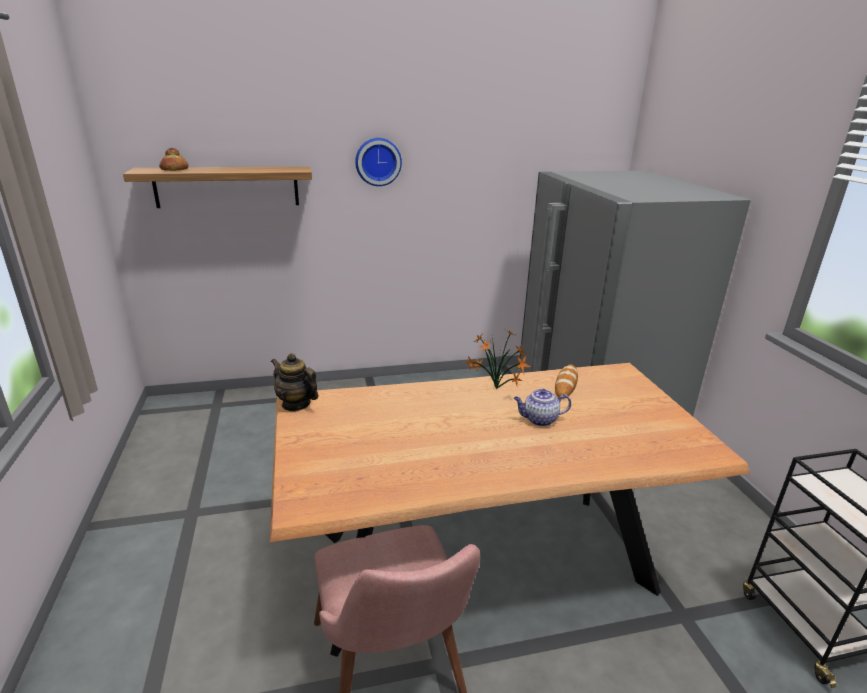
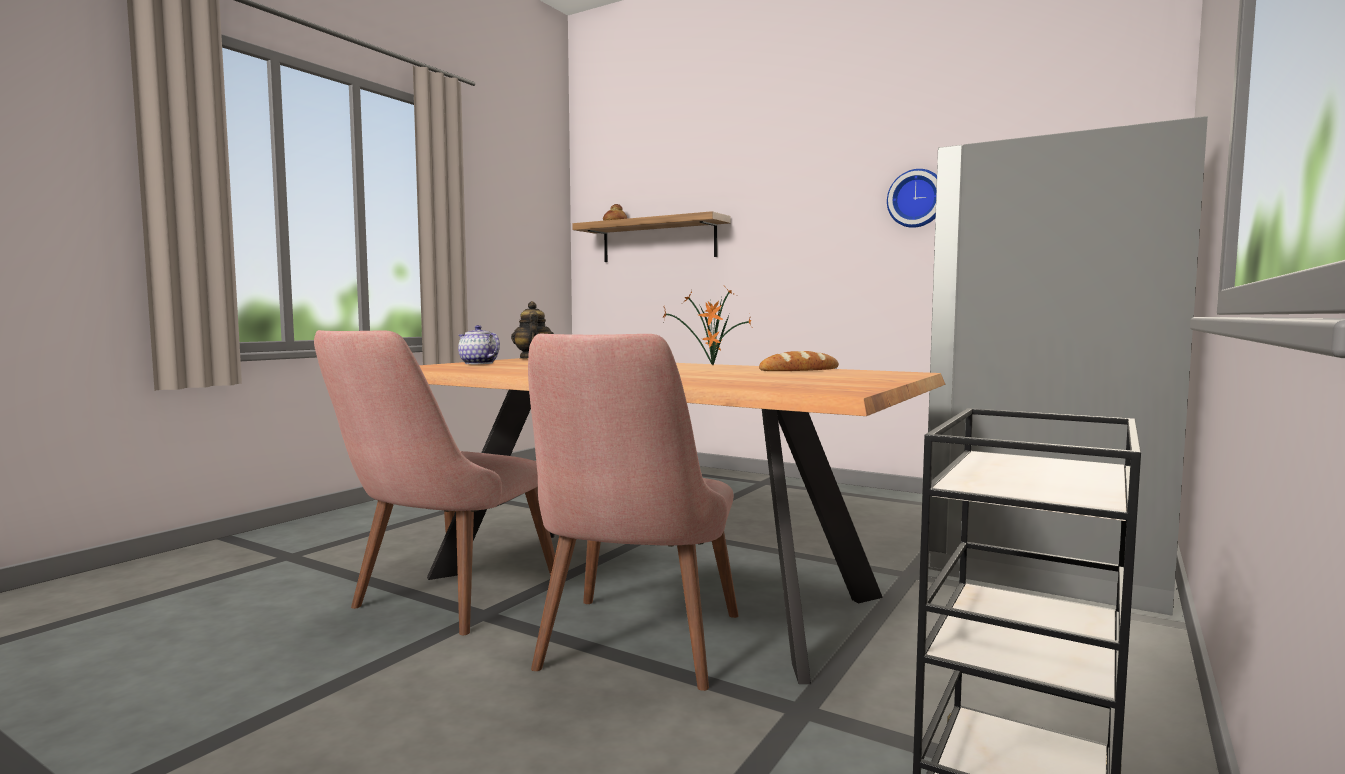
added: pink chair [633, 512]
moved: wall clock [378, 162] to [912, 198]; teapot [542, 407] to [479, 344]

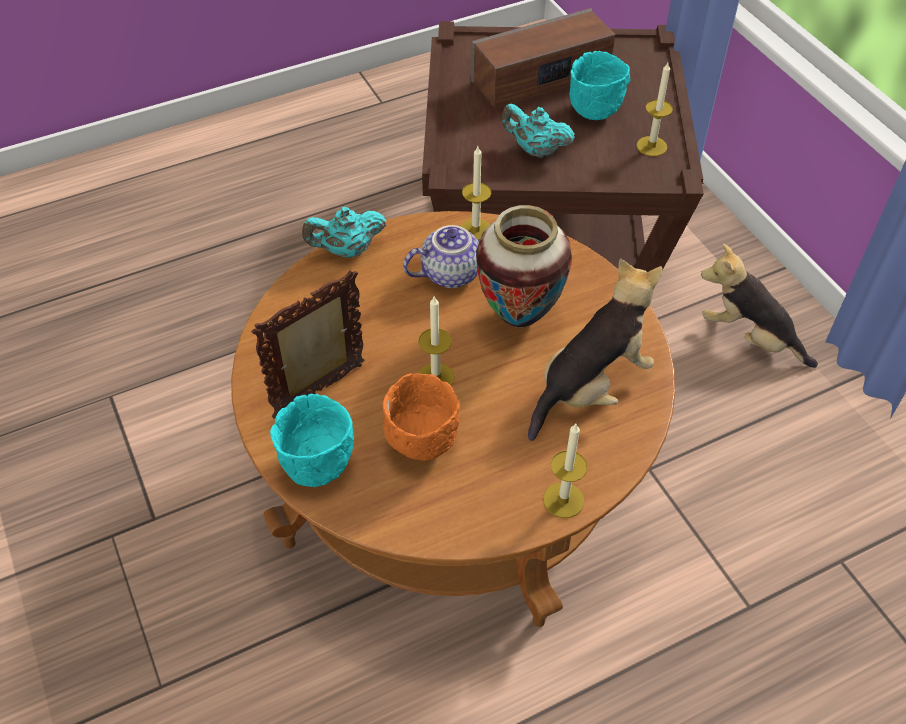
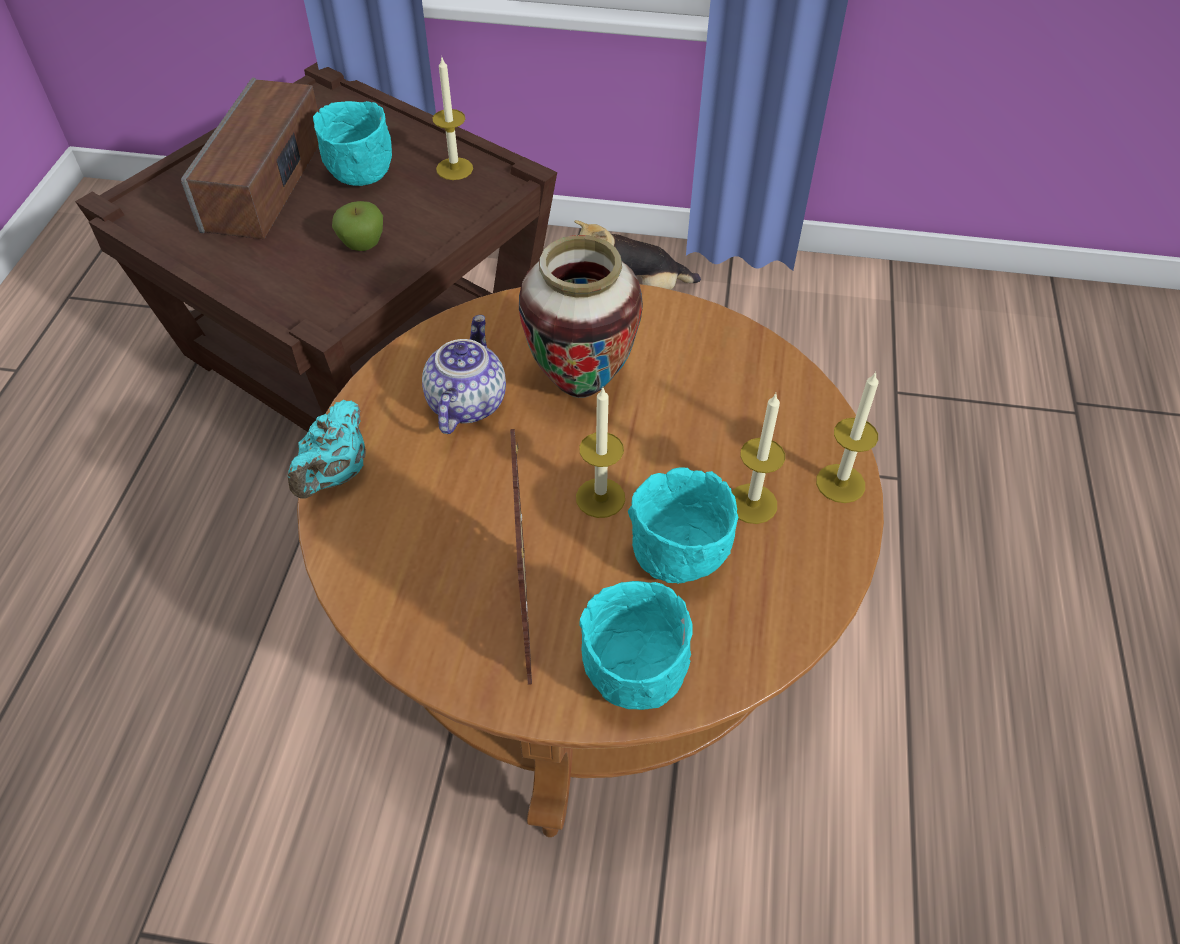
removed: plush toy [595, 349]
moved: candle [475, 193] to [758, 458]
replaced: turquoise teapot [538, 131] to apple [357, 226]
recoloured: orange bowl [421, 417] to turquoise bowl [683, 525]

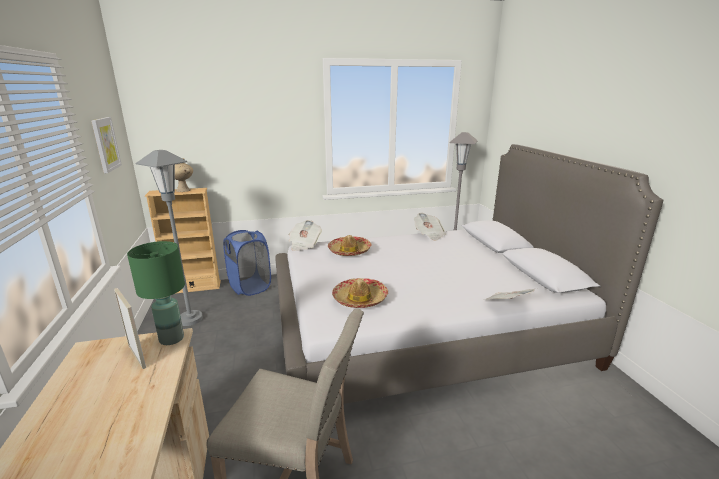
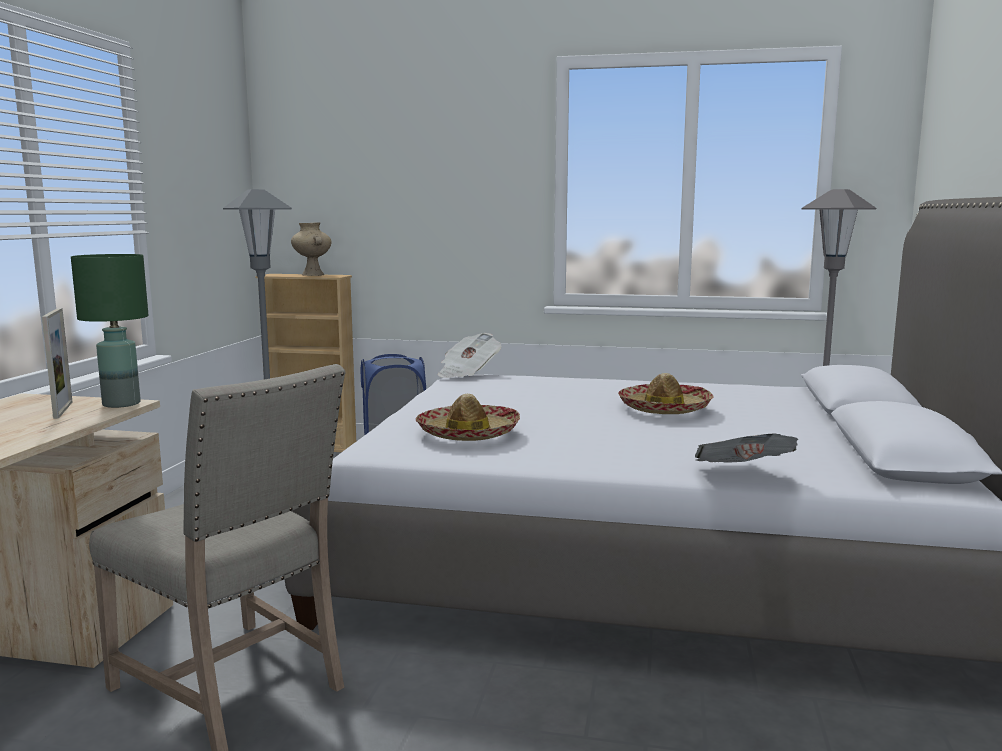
removed: picture [106, 145]; newspaper [430, 227]
moved: hat [350, 245] to [666, 393]

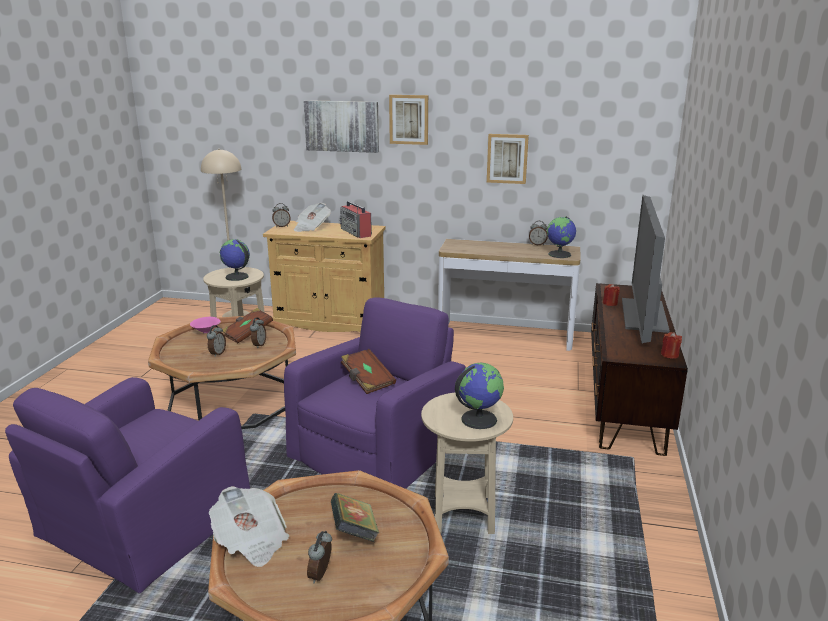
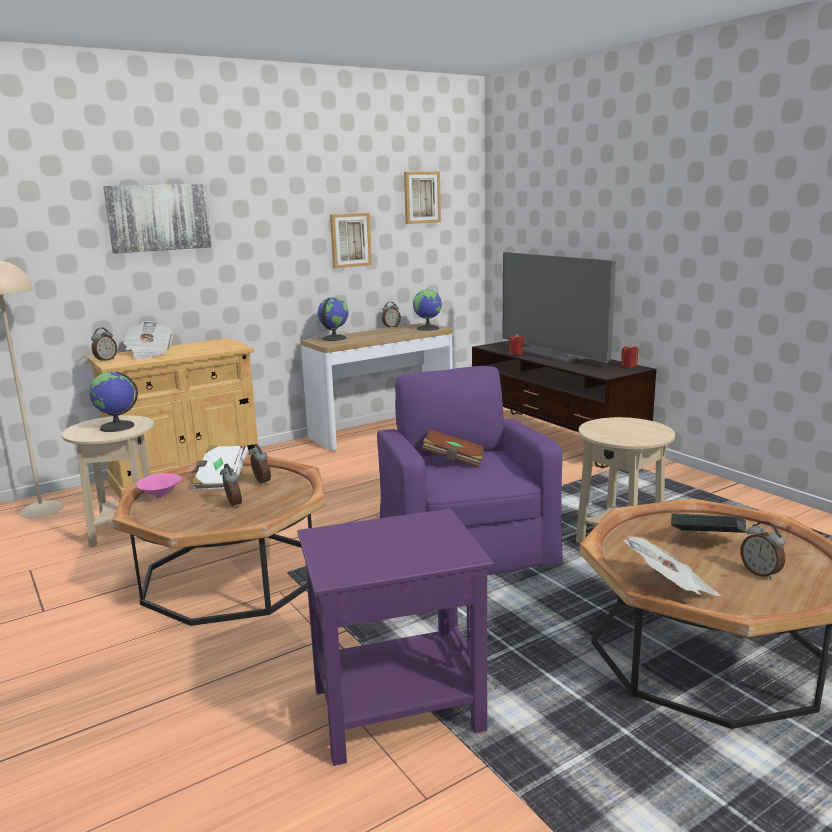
removed: radio [356, 219]
moved: picture [408, 120] to [422, 198]; globe [479, 396] to [333, 319]
replaced: purple armchair [127, 485] to purple side table [395, 637]
recoloured: brown book [247, 326] to white book [219, 468]

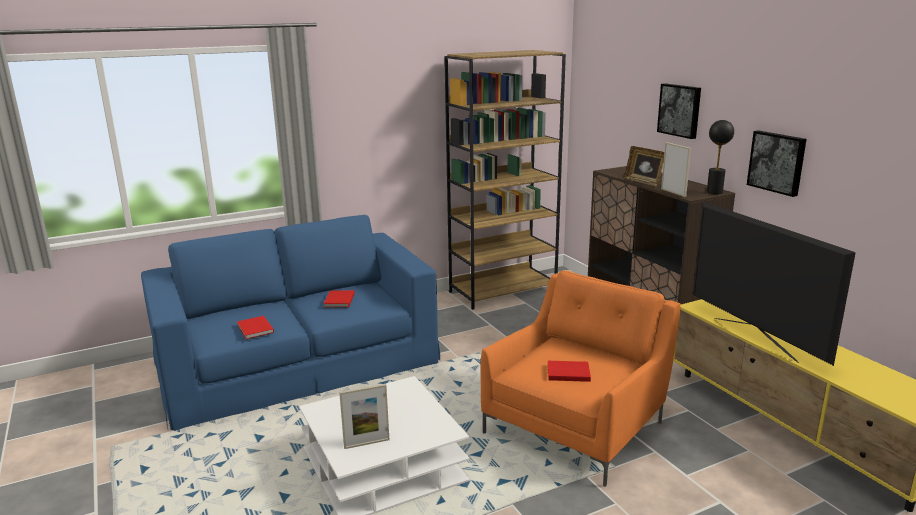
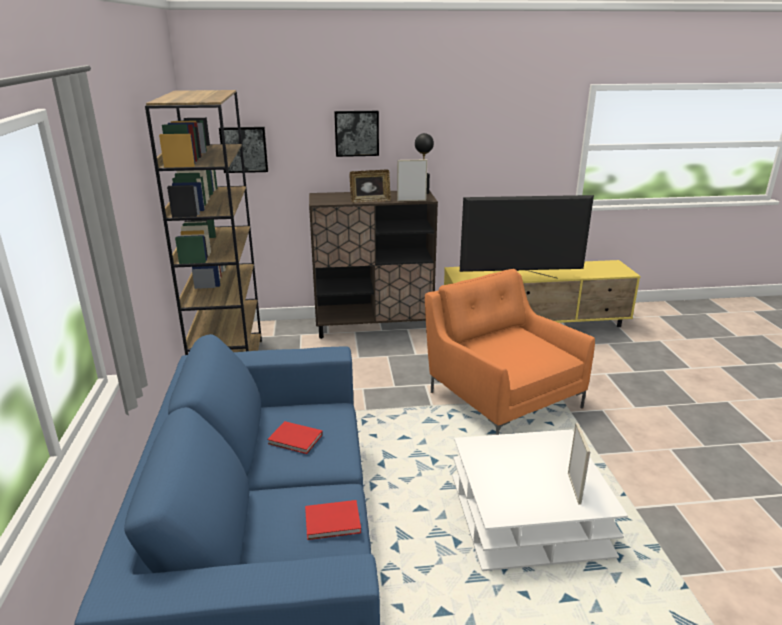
removed: red book [569, 371]
moved: picture [776, 163] to [243, 150]

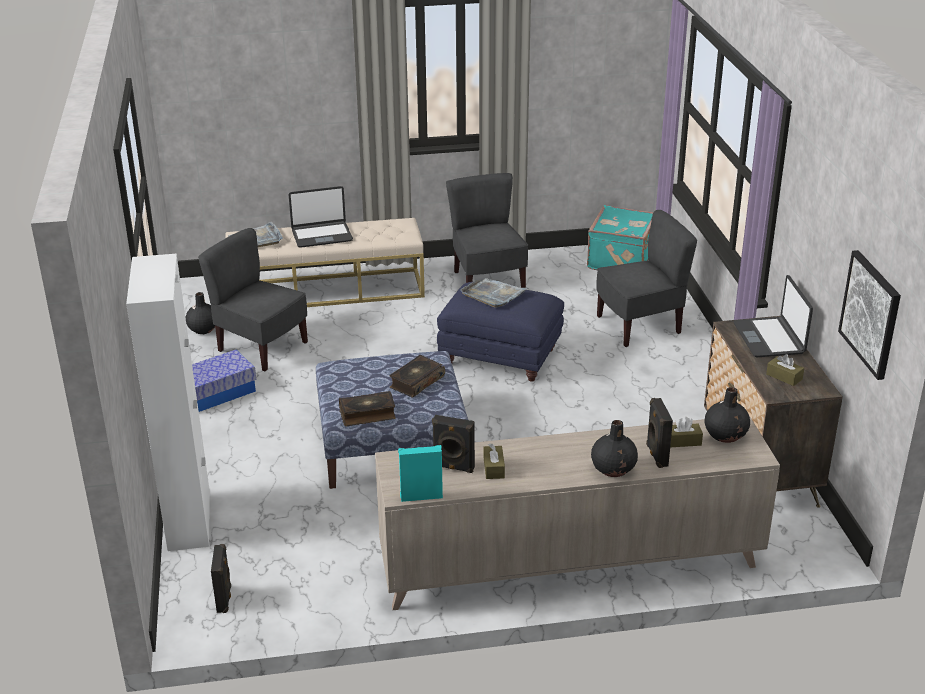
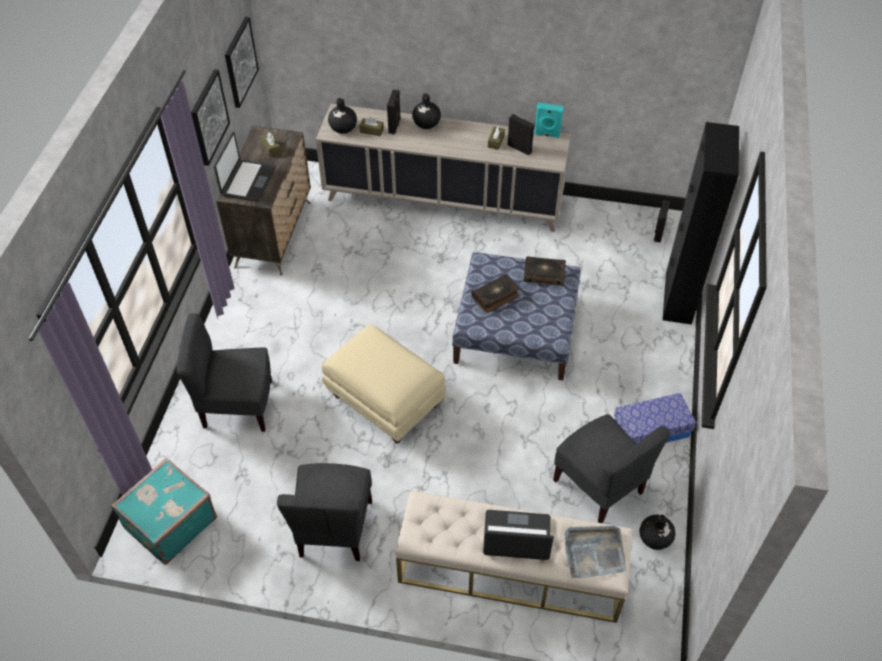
removed: grey tray [494, 293]
added: picture [210, 117]
recoloured: white cabinet [168, 402] to black cabinet [700, 223]; blue ottoman [500, 332] to beige ottoman [384, 384]

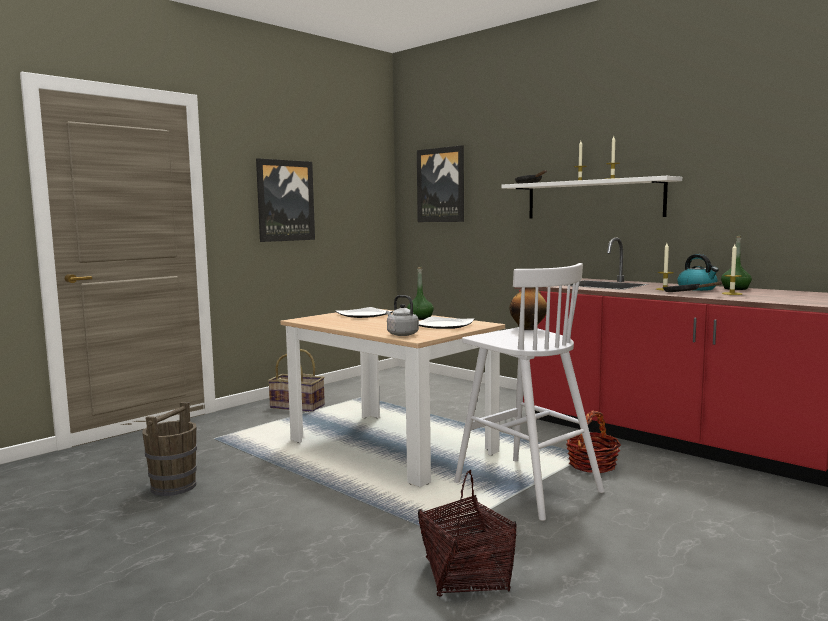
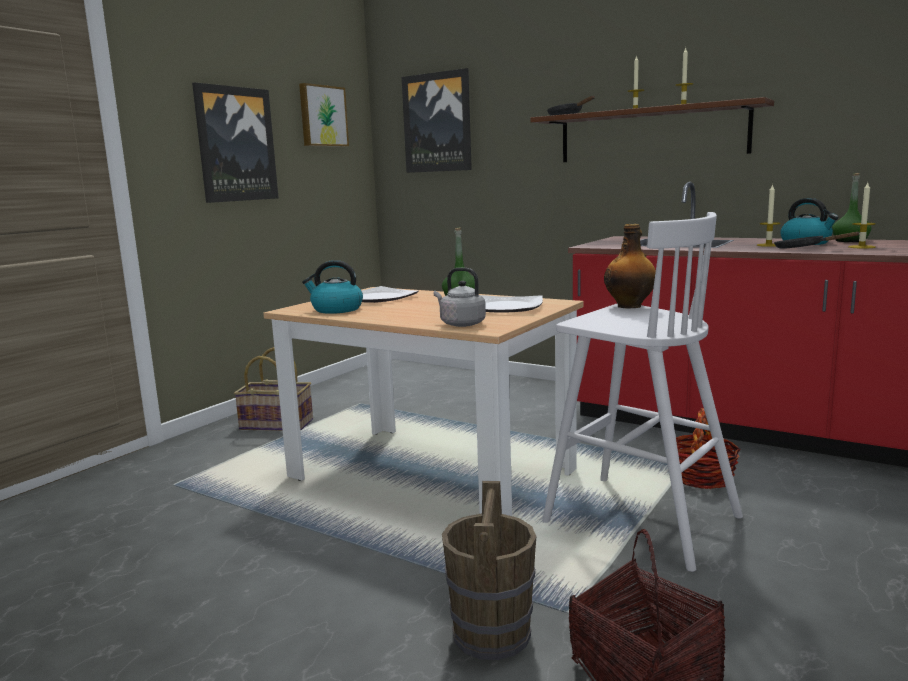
added: picture [324, 115]; kettle [332, 287]
moved: brown bucket [169, 449] to [489, 570]
recoloured: white shelf [591, 197] to brown shelf [652, 129]

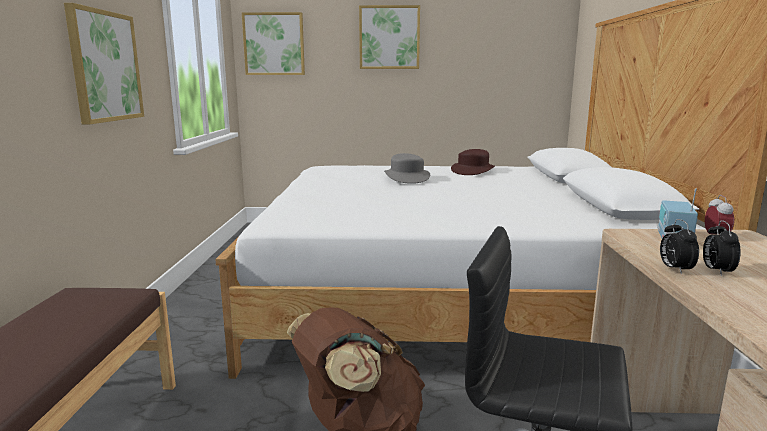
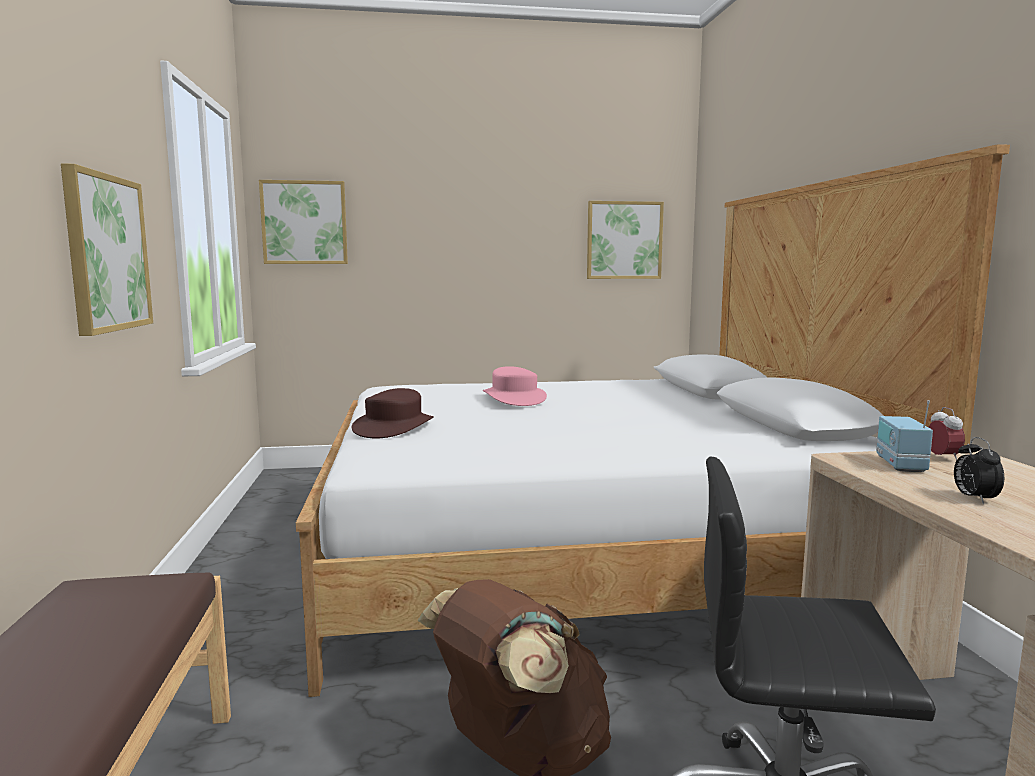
removed: alarm clock [679, 247]
moved: picture [389, 37] to [625, 240]; brown hat [473, 162] to [393, 413]
recoloured: grey hat [407, 168] to pink hat [515, 386]

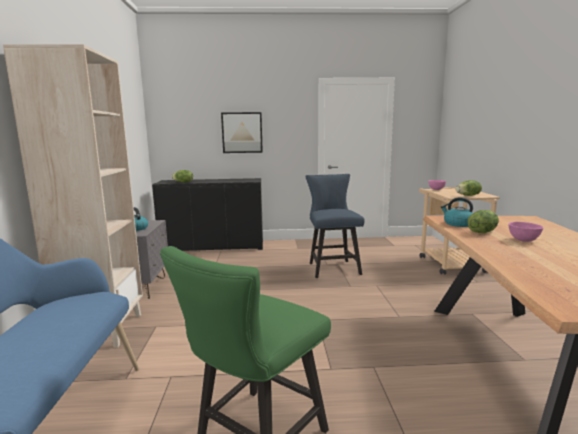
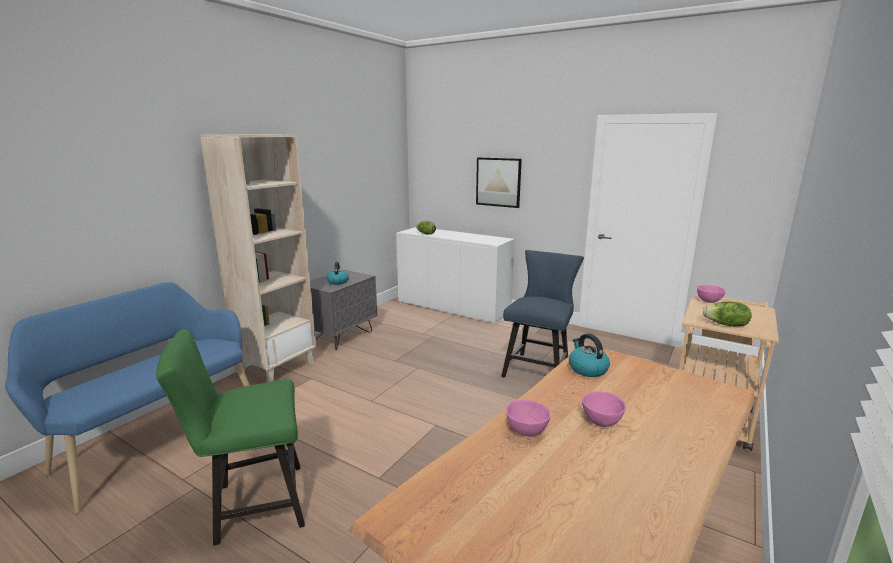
removed: lettuce [483, 221]
added: pink bowl [528, 418]
recoloured: black cabinet [207, 214] to white cabinet [455, 275]

